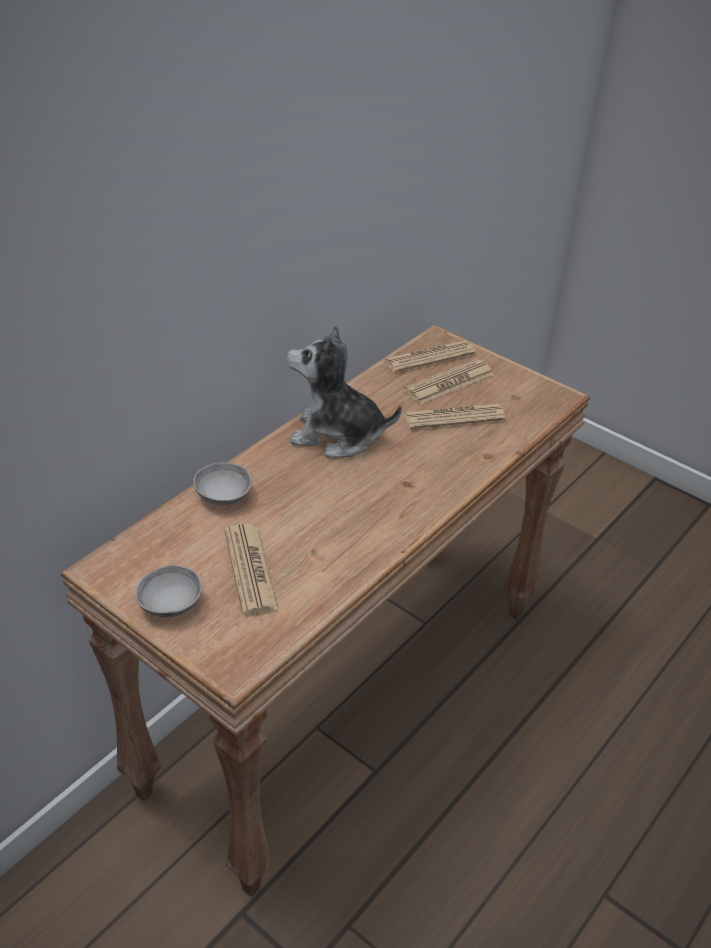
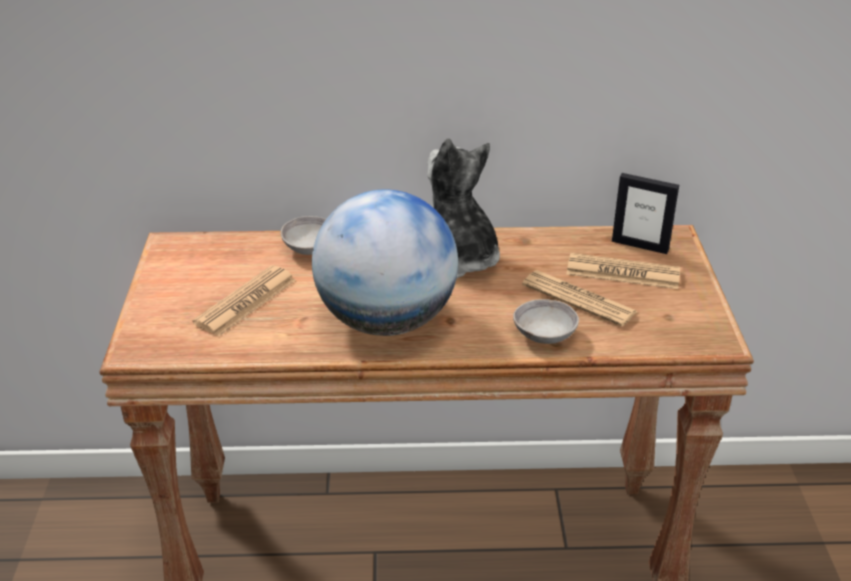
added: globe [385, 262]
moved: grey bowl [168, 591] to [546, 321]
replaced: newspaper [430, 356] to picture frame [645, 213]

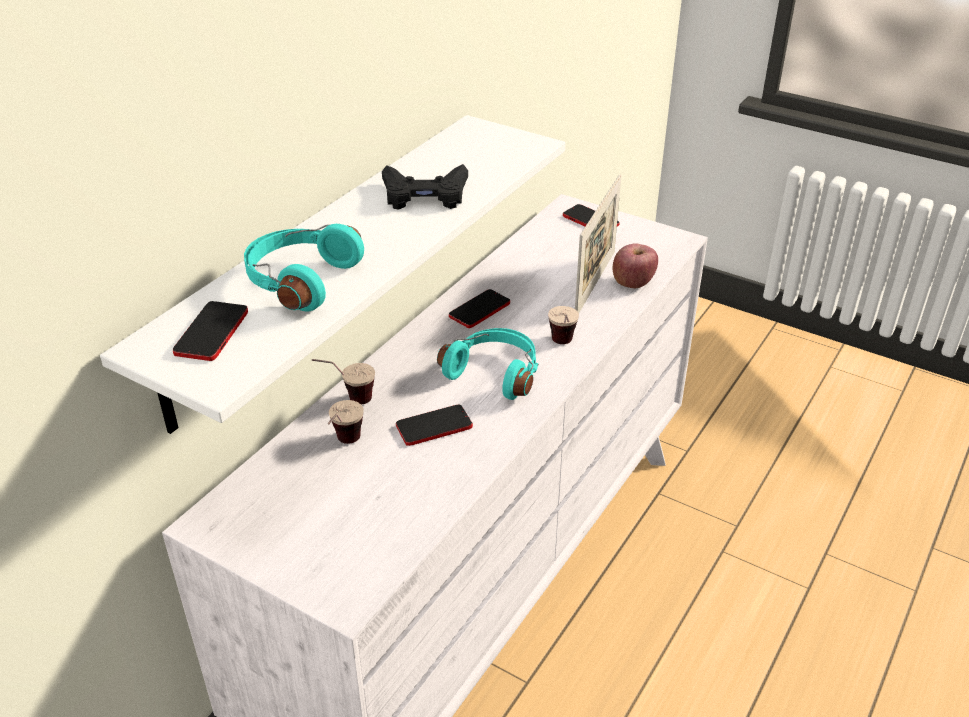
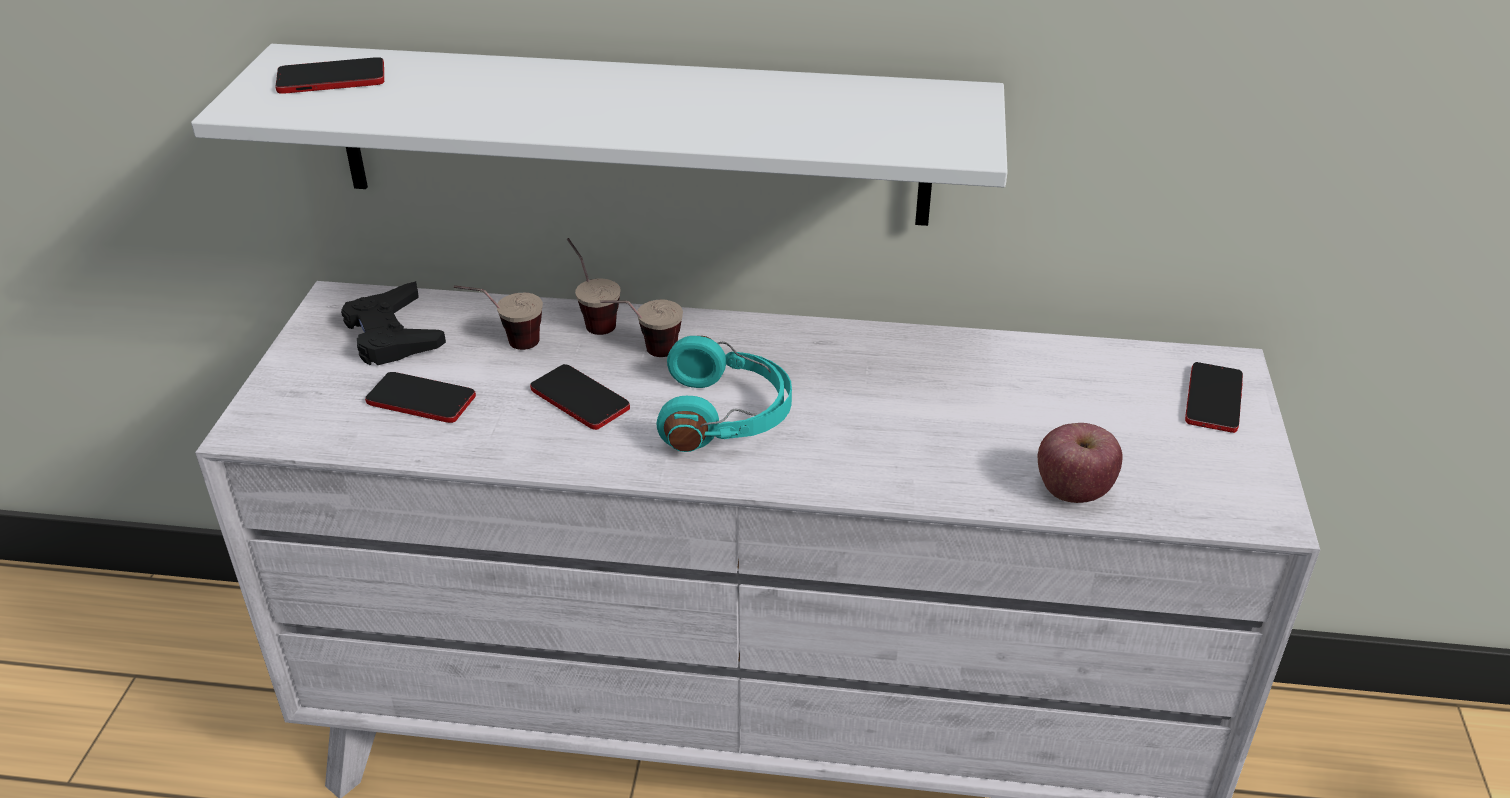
removed: turquoise headphones [304, 267]; picture frame [598, 243]
moved: black game controller [425, 187] to [393, 323]; phone [479, 308] to [420, 397]; cup [563, 325] to [641, 328]

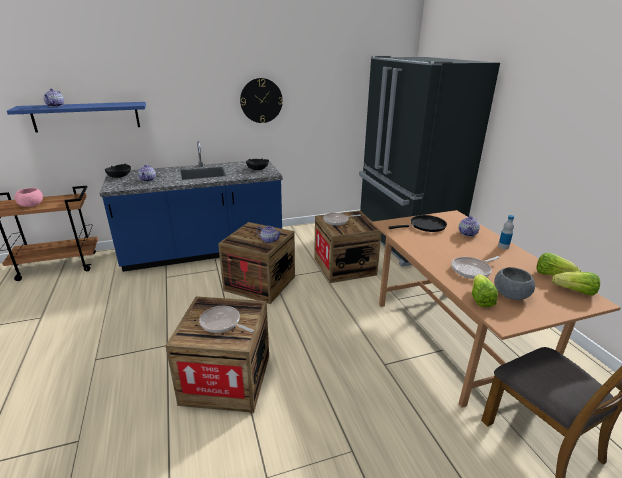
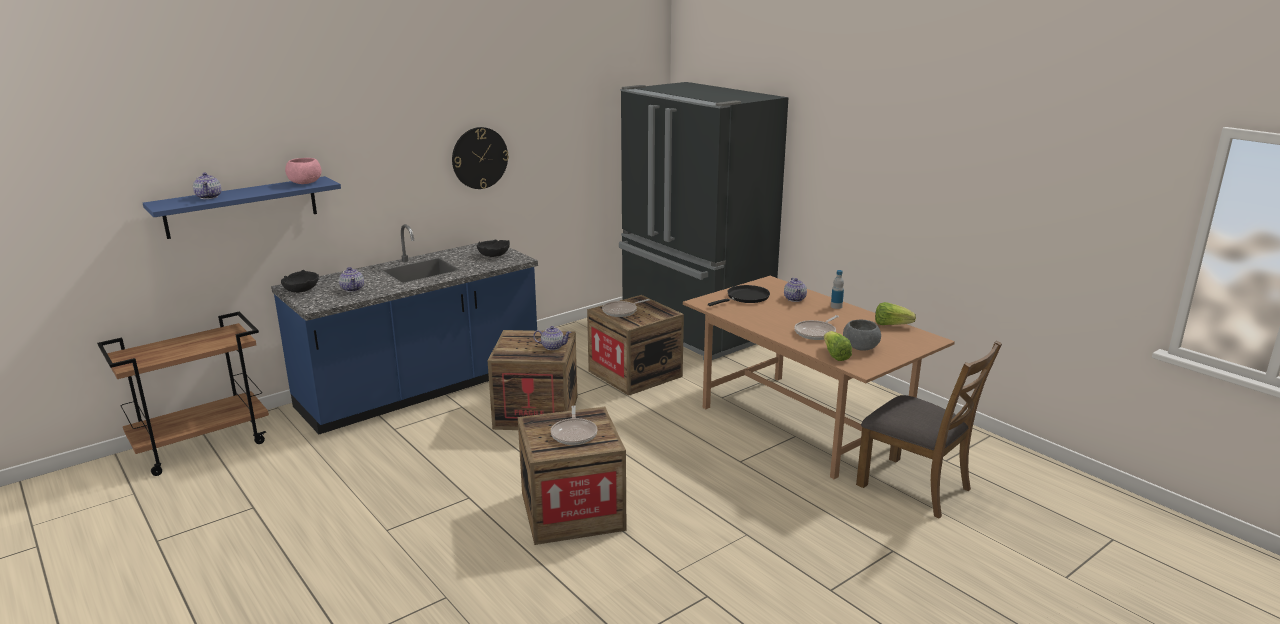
removed: lettuce [576, 283]
moved: pink bowl [29, 197] to [303, 171]
turned: frying pan [226, 319] = [574, 425] 105 degrees counterclockwise

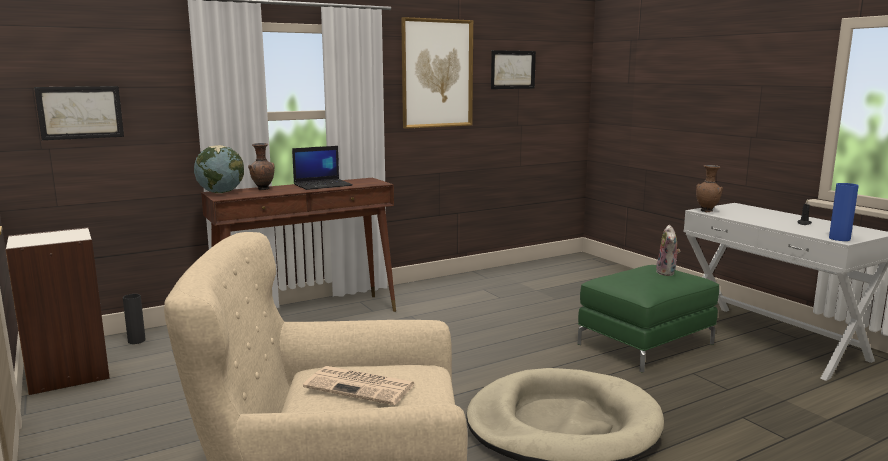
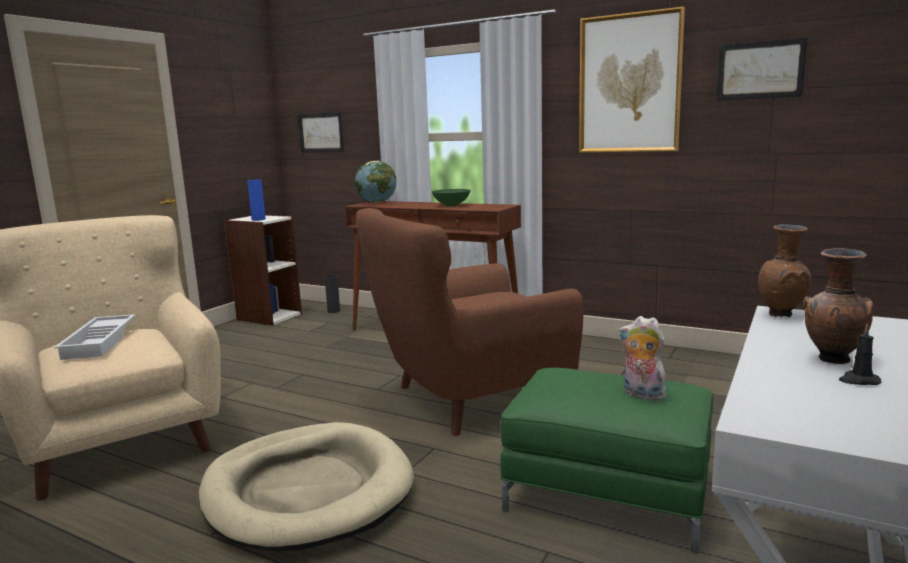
added: brown armchair [469, 322]
moved: brown vase [261, 166] to [839, 306]; blue vase [844, 212] to [256, 200]
replaced: laptop [322, 168] to green bowl [451, 197]; newspaper [359, 385] to white tray [94, 337]
turned: plush toy [668, 250] = [642, 358] 60 degrees clockwise

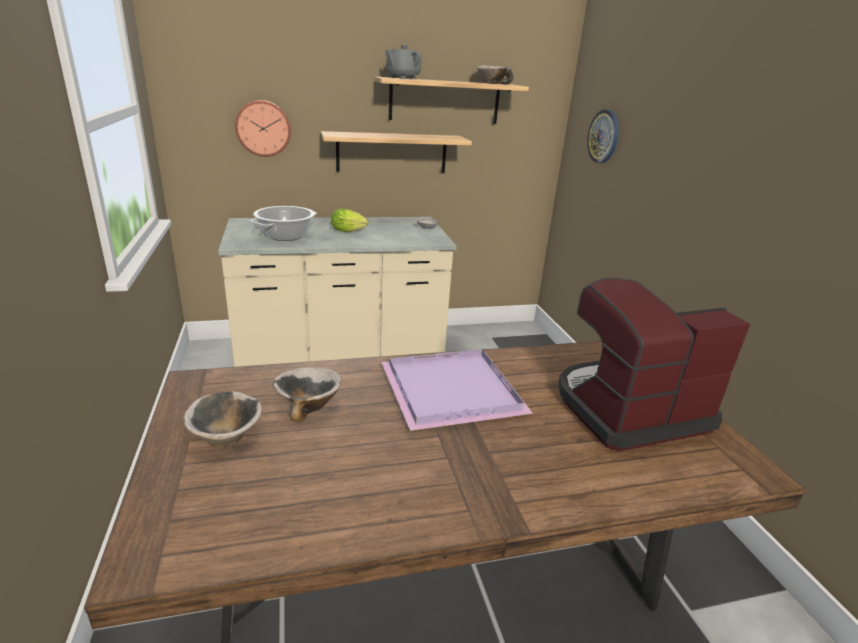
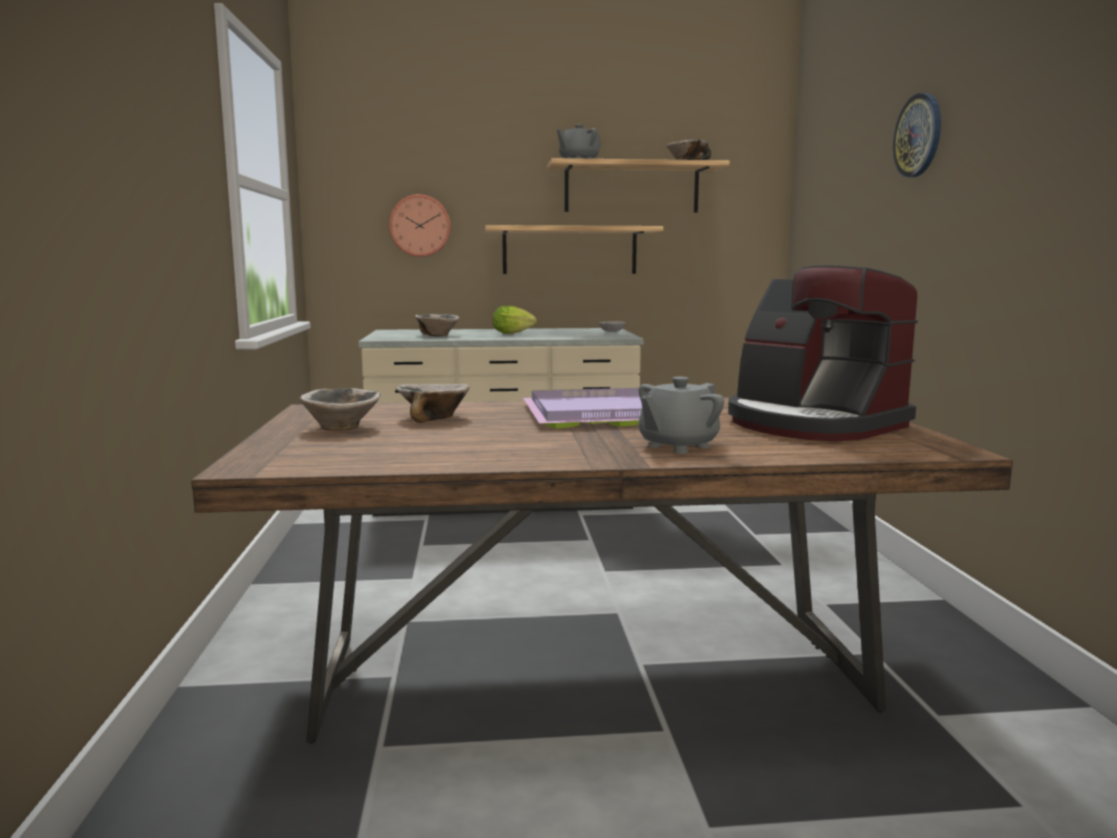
added: grey teapot [681, 415]
moved: wall clock [603, 136] to [917, 135]
replaced: cooking pot [283, 223] to bowl [437, 325]
turned: coffee machine [654, 365] = [823, 353] 120 degrees counterclockwise

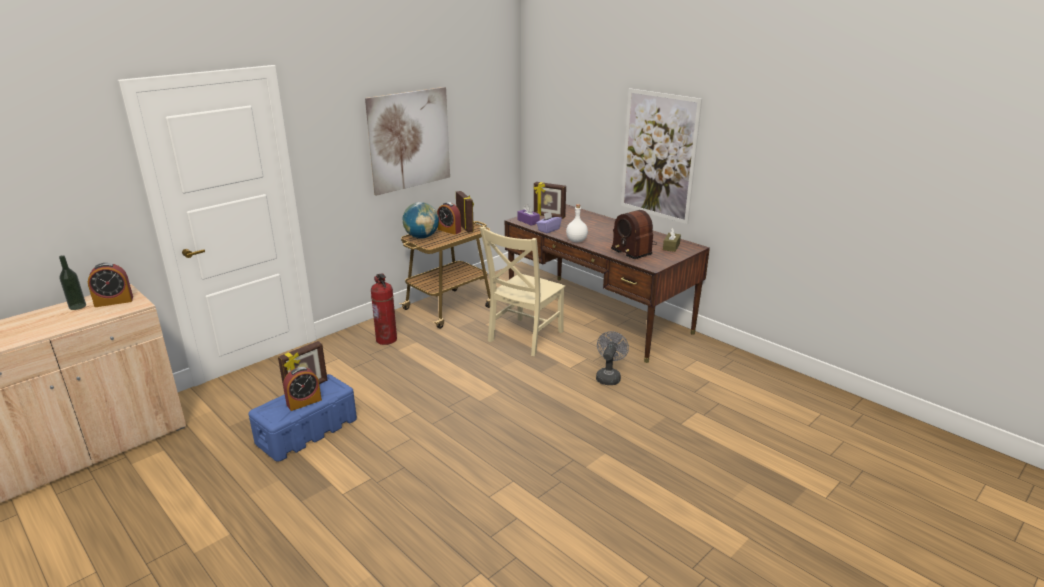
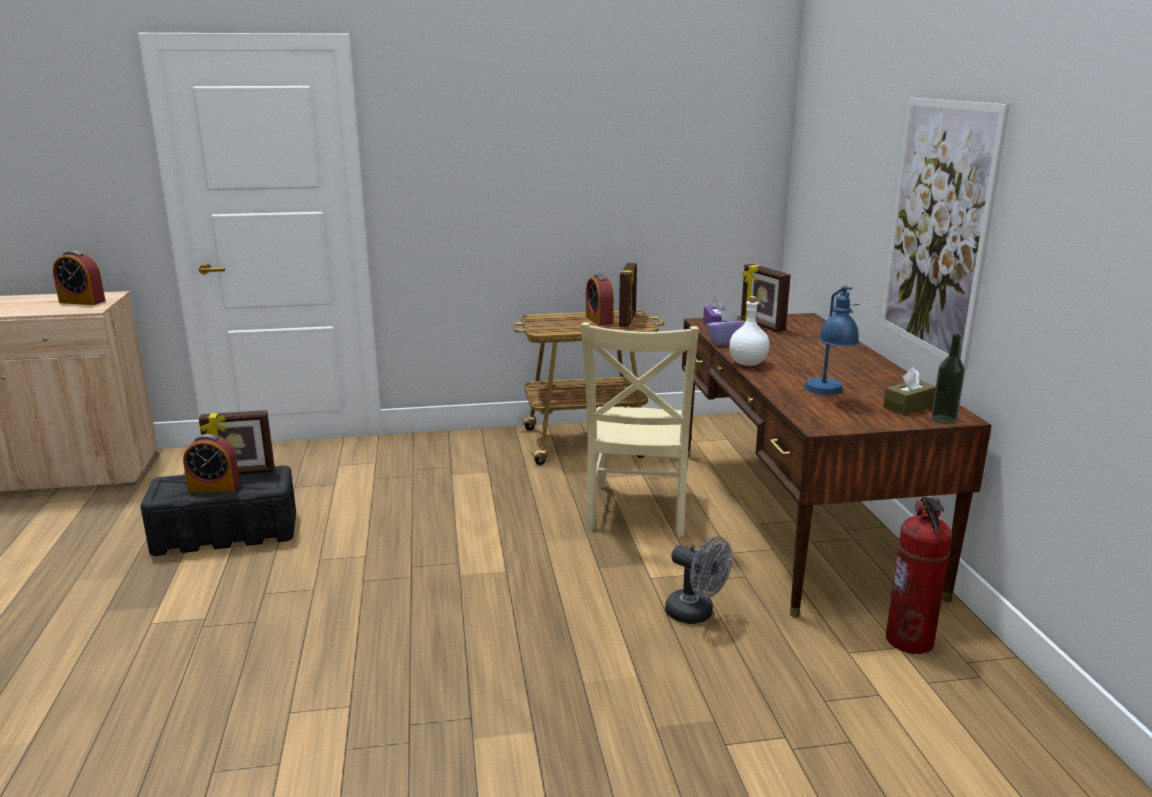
removed: picture [407, 141]; globe [420, 220]
moved: bottle [72, 282] to [948, 379]; fire extinguisher [384, 309] to [919, 575]
replaced: radio [633, 234] to blue table lamp [832, 340]
recoloured: blue storage box [302, 418] to black storage box [218, 510]
turned: beige chair [523, 291] = [640, 429] 60 degrees counterclockwise; grey fan [612, 358] = [698, 580] 75 degrees clockwise

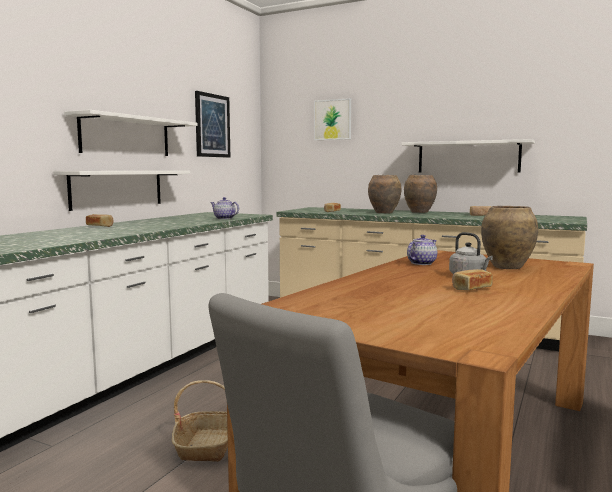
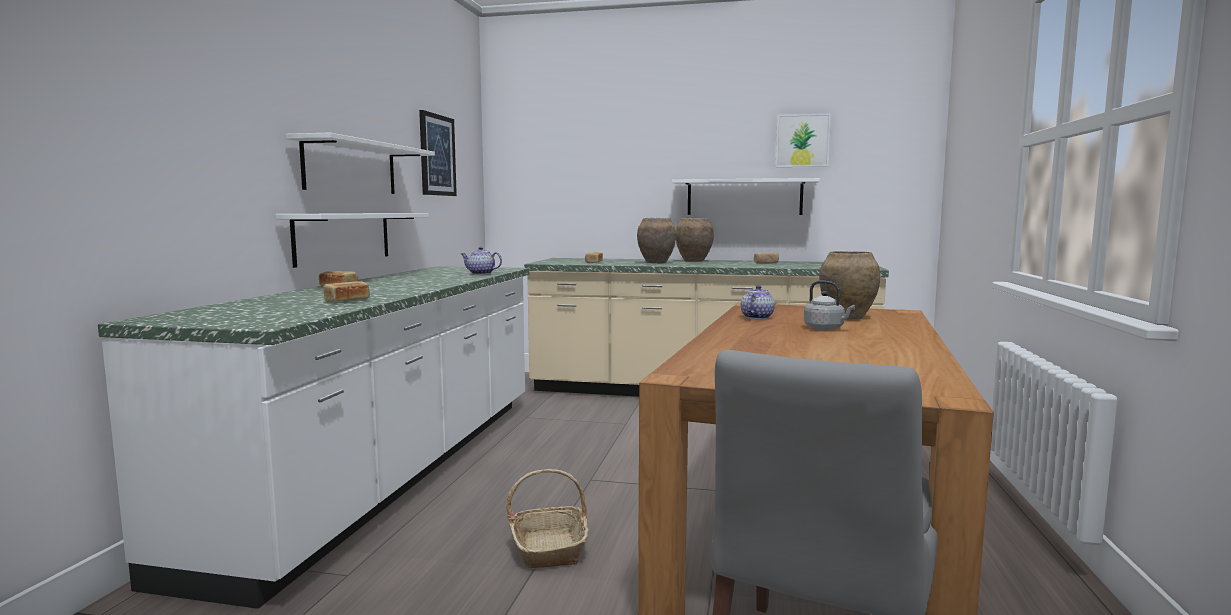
moved: picture [332, 119] to [803, 140]; bread [472, 279] to [346, 291]

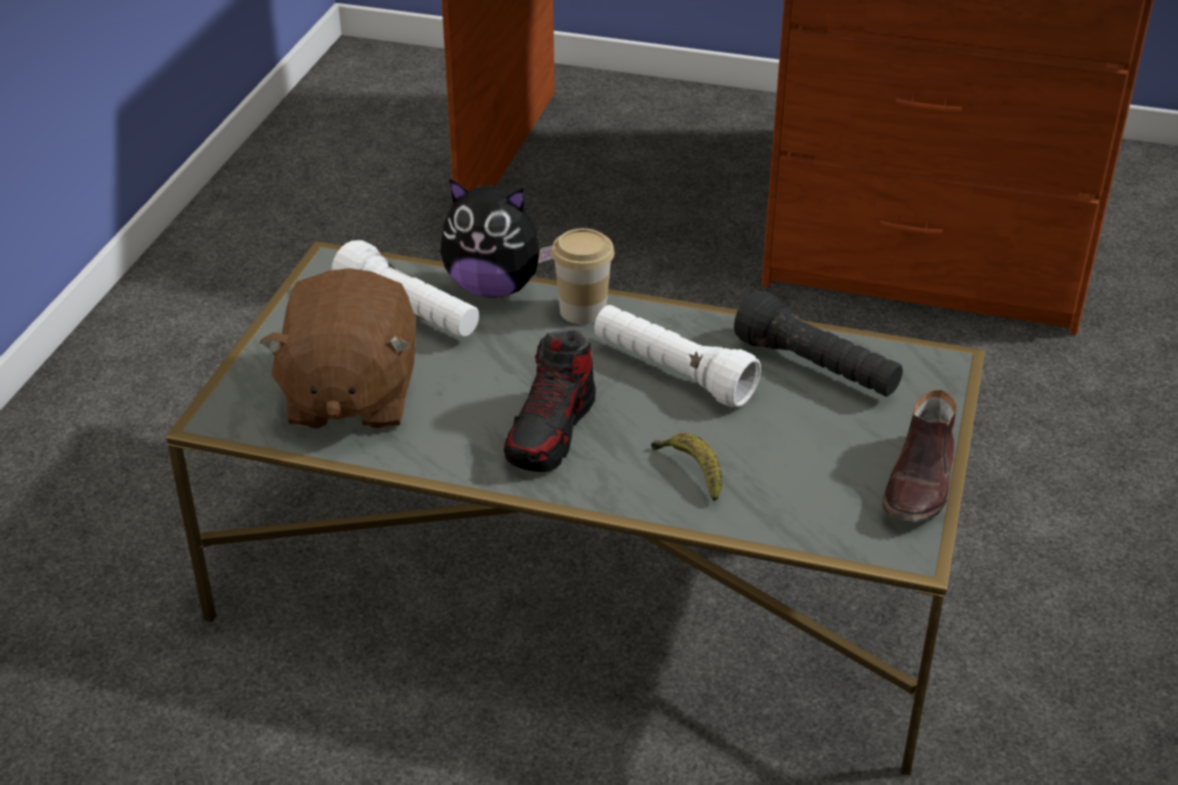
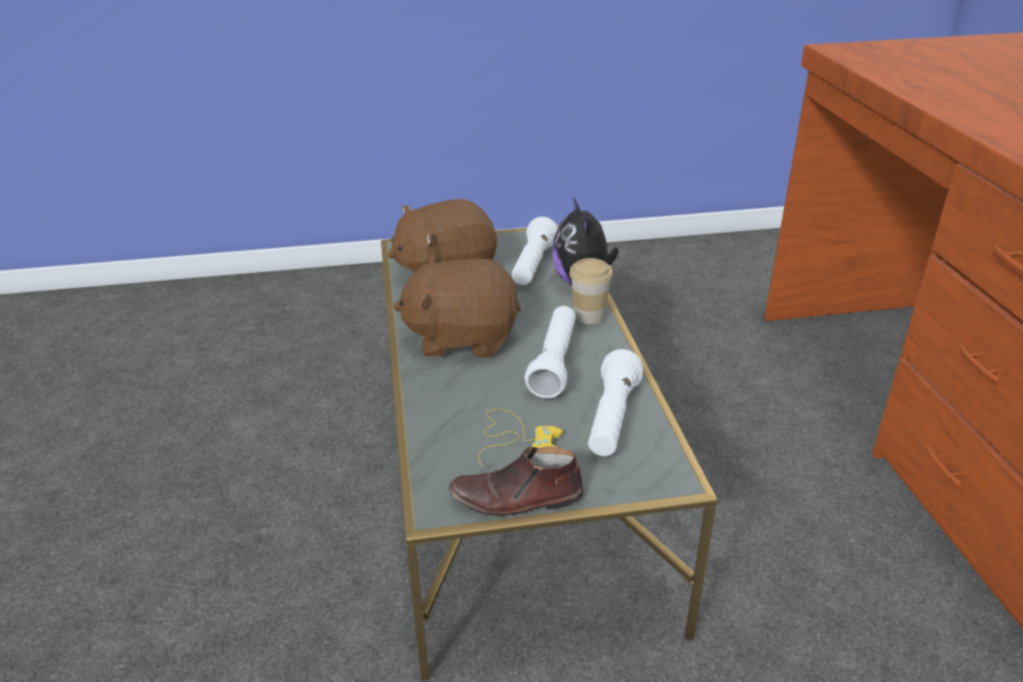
removed: banana [686, 467]
added: yellow game controller [520, 438]
replaced: shoe [550, 401] to brown plush toy [457, 306]
recoloured: black flashlight [818, 344] to white flashlight [616, 402]

